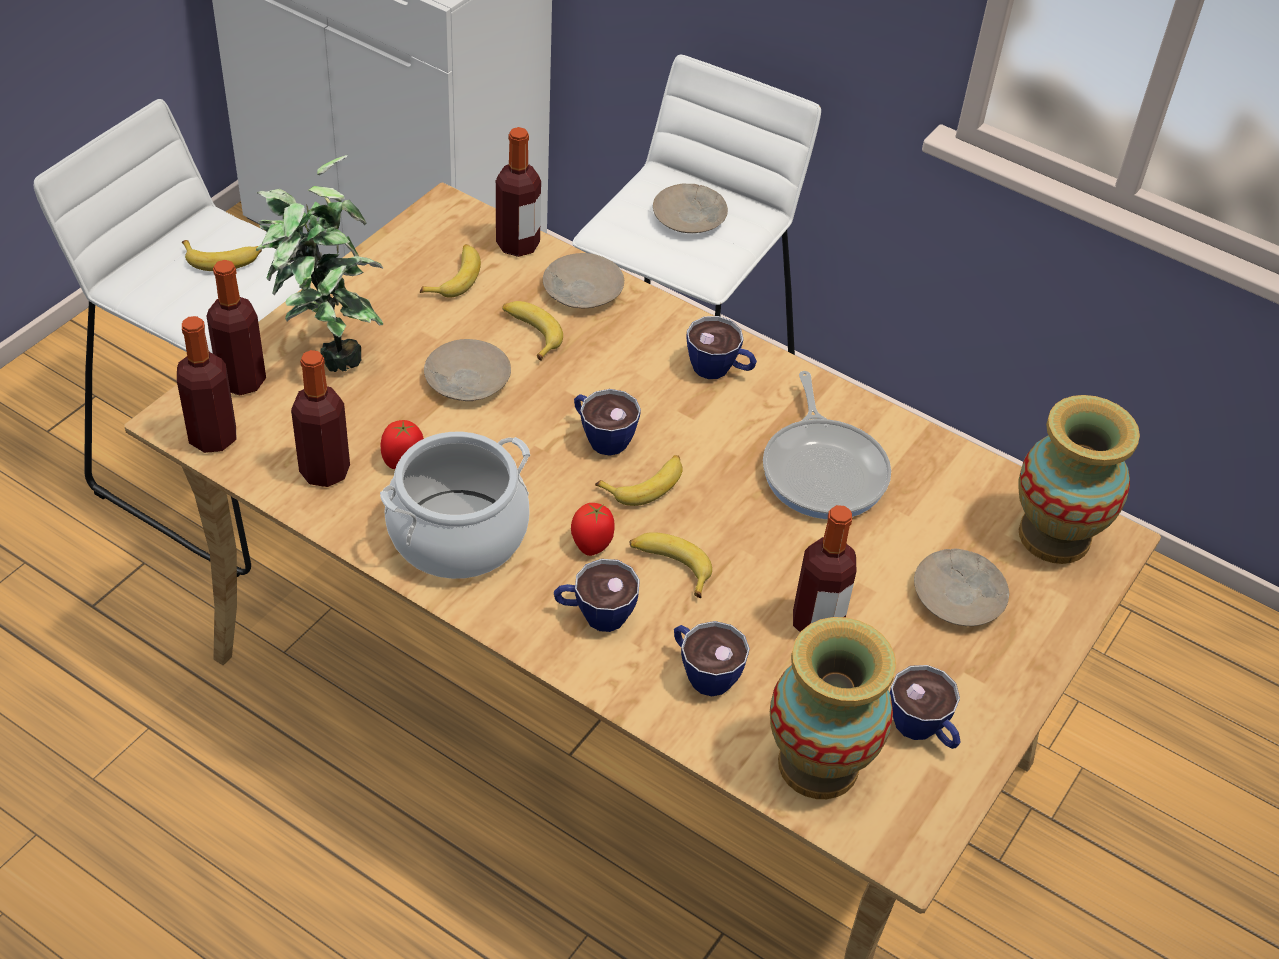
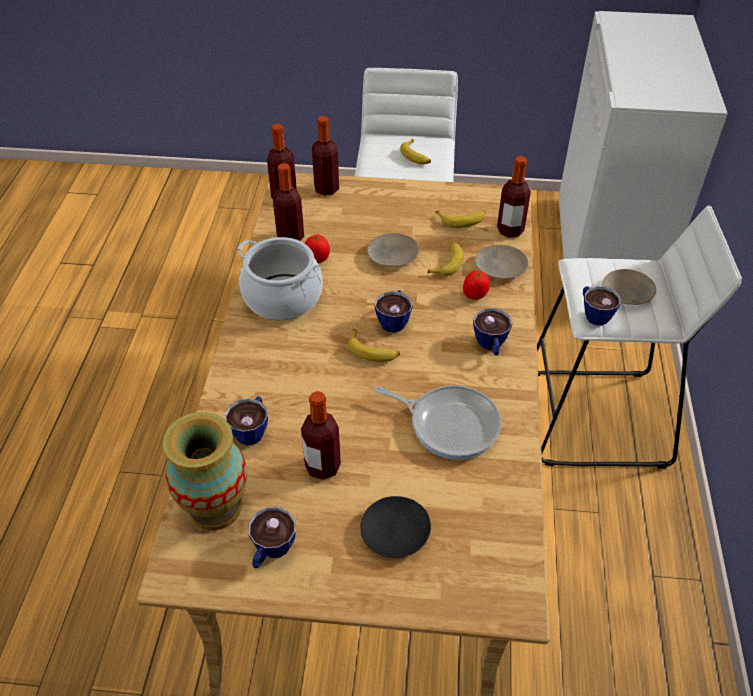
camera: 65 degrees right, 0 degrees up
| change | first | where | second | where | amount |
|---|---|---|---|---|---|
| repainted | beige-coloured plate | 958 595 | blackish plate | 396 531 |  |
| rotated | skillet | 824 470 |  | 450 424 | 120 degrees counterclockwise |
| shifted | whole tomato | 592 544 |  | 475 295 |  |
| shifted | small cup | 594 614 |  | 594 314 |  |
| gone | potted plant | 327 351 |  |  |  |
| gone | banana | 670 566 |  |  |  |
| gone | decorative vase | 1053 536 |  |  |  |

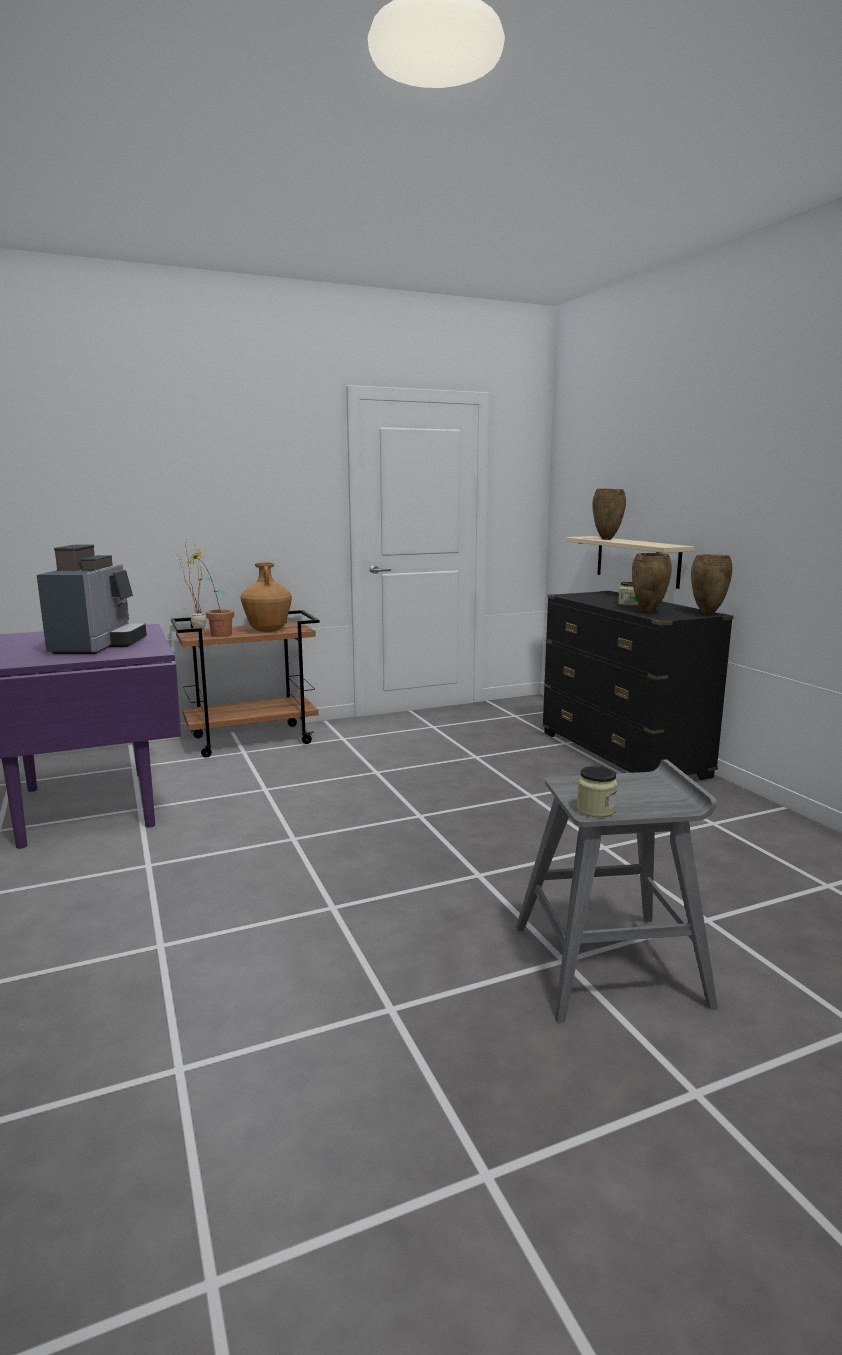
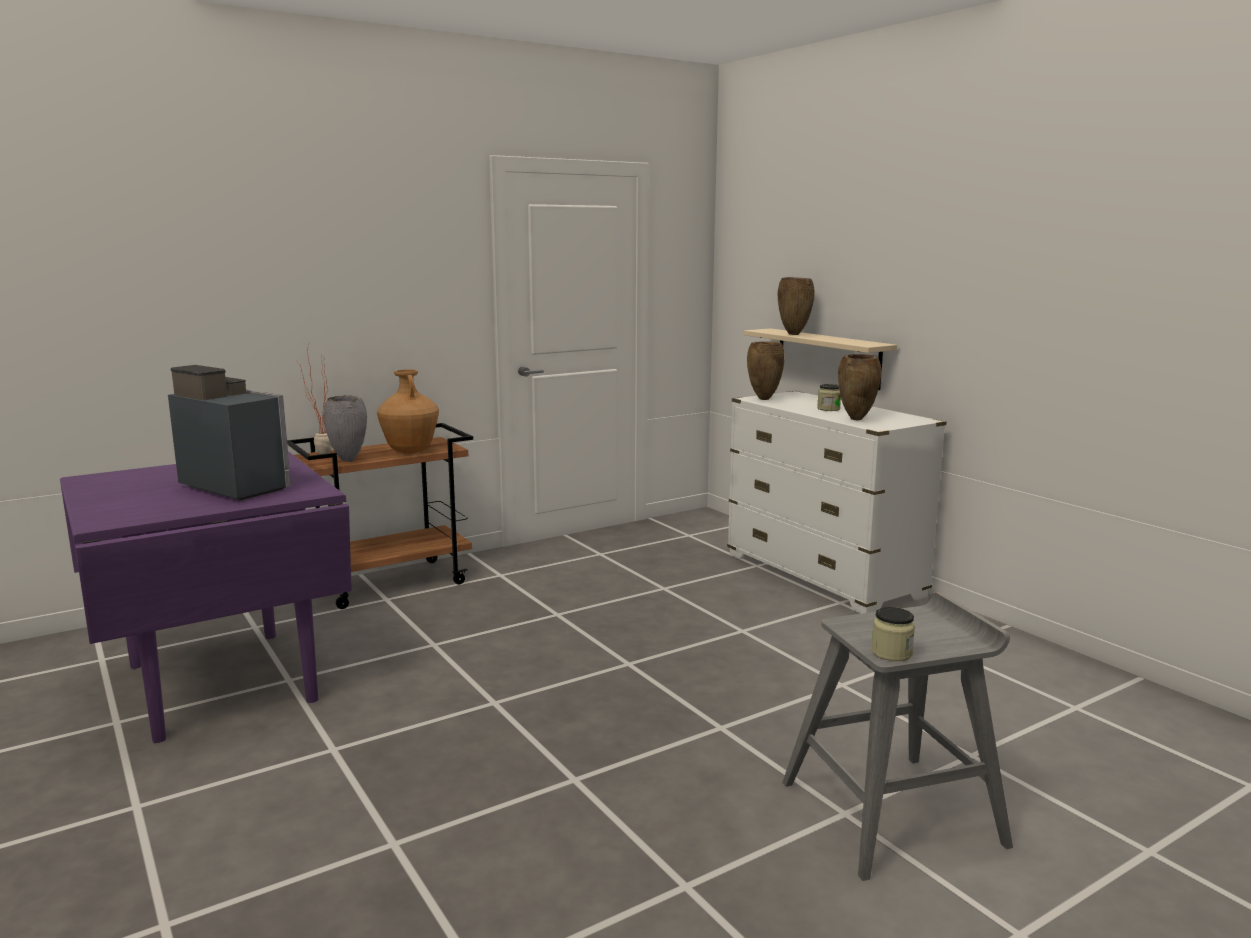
camera: 10 degrees left, 0 degrees up
| change | first | where | second | where | amount |
|---|---|---|---|---|---|
| rotated | coffee maker | 98 645 |  | 238 485 | 45 degrees counterclockwise |
| swapped | potted plant | 215 635 | grey decorative vase | 349 460 |  |
| repainted | blackish drawer chest | 622 755 | whitish drawer chest | 823 576 |  |
| shifted | brown decorative vase | 706 614 |  | 763 399 |  |

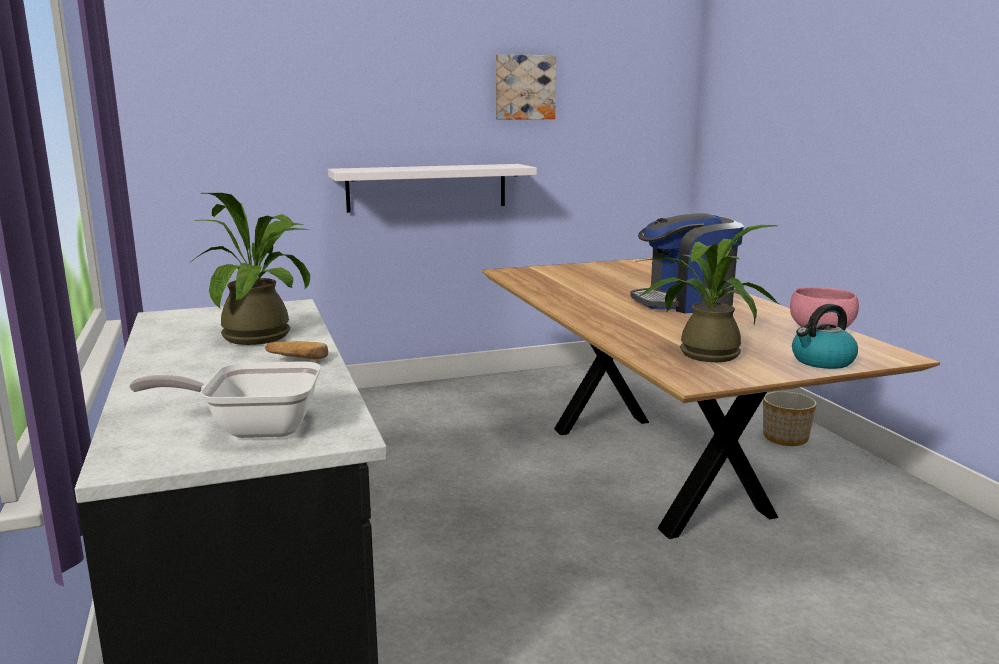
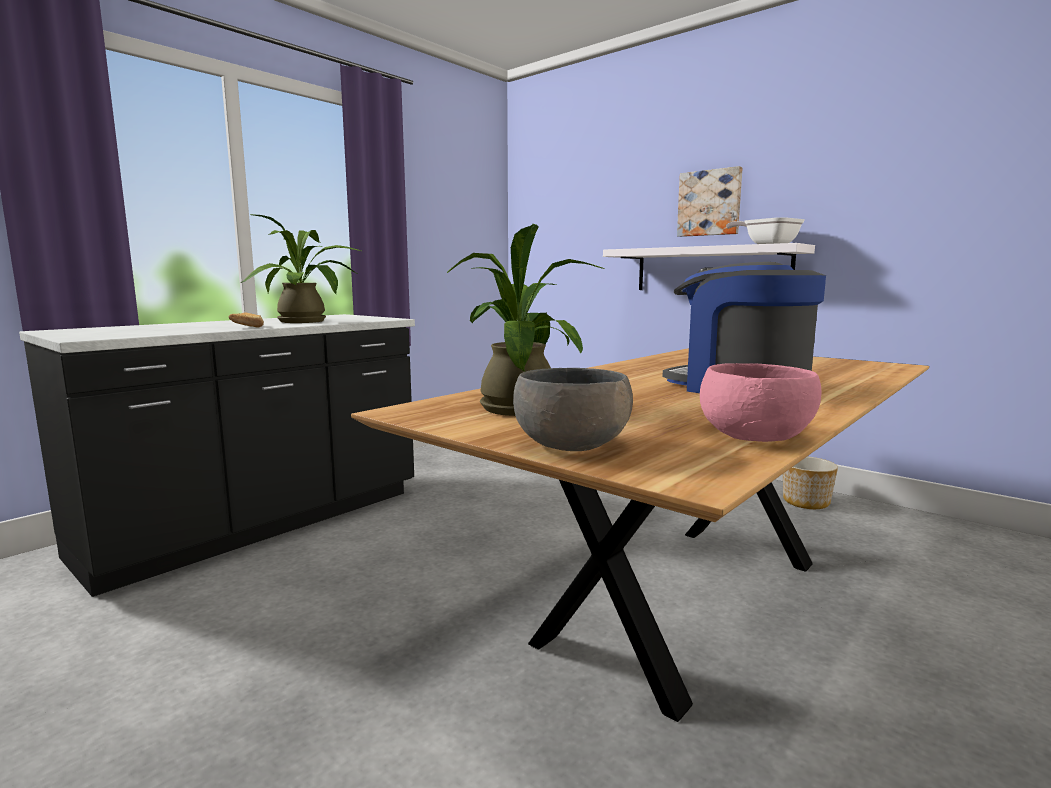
camera: 60 degrees right, 5 degrees down
| change | first | where | second | where | amount |
|---|---|---|---|---|---|
| swapped | kettle | 822 361 | grey bowl | 572 445 |  |
| shifted | wall picture | 524 87 |  | 710 203 |  |
| shifted | skillet | 253 428 |  | 767 244 |  |
| shifted | flower pot | 785 438 |  | 805 502 |  |

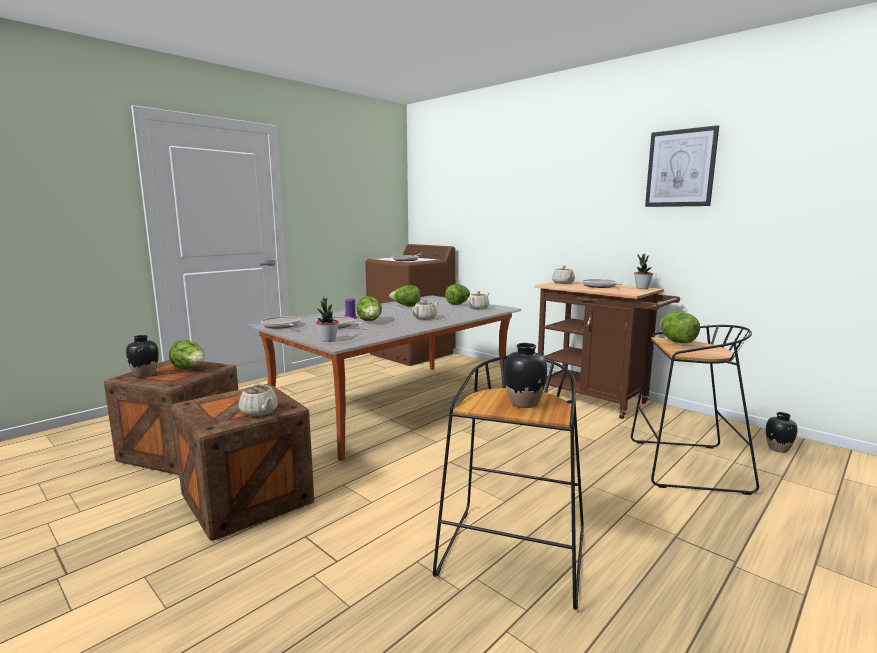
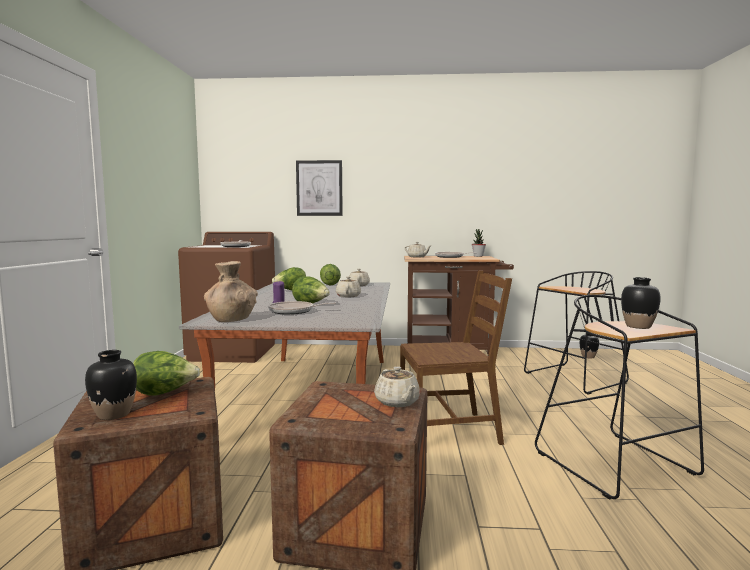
camera: 40 degrees left, 5 degrees down
| change | first | where | second | where | amount |
|---|---|---|---|---|---|
| swapped | skillet | 281 326 | brown decorative vase | 231 320 |  |
| shifted | wall picture | 680 168 |  | 319 188 |  |
| rotated | beige-coloured pot for tea | 259 412 |  | 397 402 | 60 degrees clockwise |
| new |  |  | brown upright chair | 449 430 |  |
| gone | potted plant | 328 340 |  |  |  |
| gone | head of lettuce | 677 341 |  |  |  |

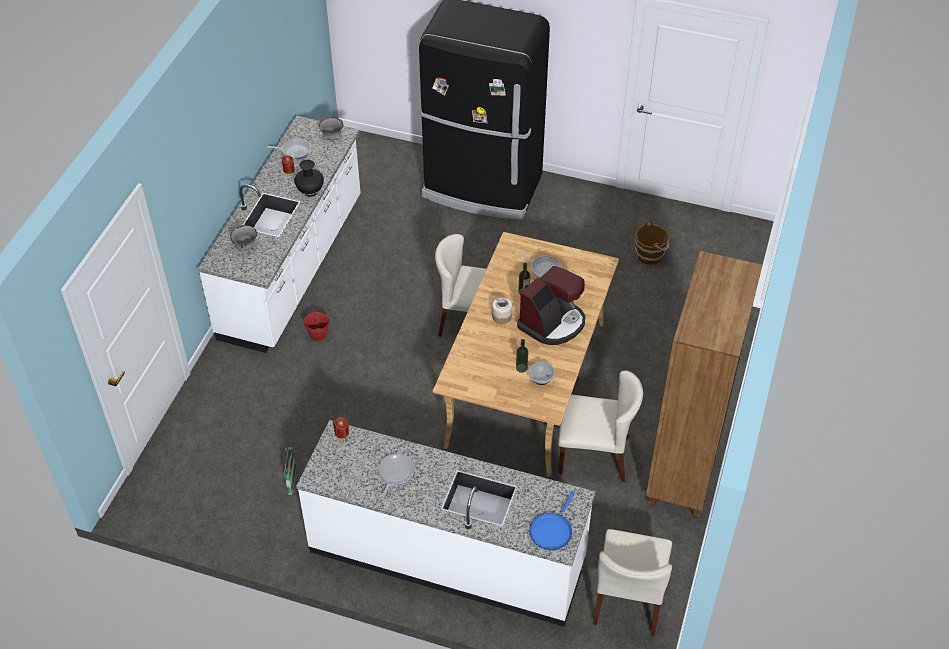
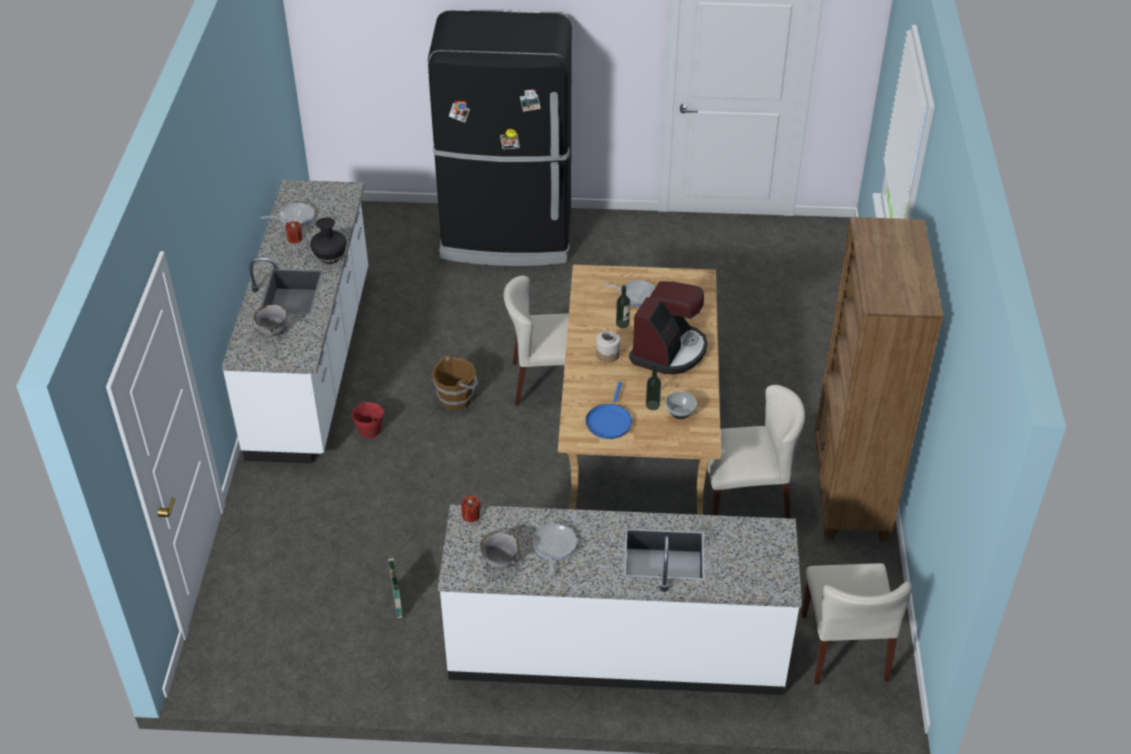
camera: 15 degrees left, 5 degrees down
| change | first | where | second | where | amount |
|---|---|---|---|---|---|
| shifted | brown pail | 650 255 |  | 456 398 |  |
| shifted | grey bowl | 332 138 |  | 500 562 |  |
| shifted | blue skillet | 552 530 |  | 609 421 |  |

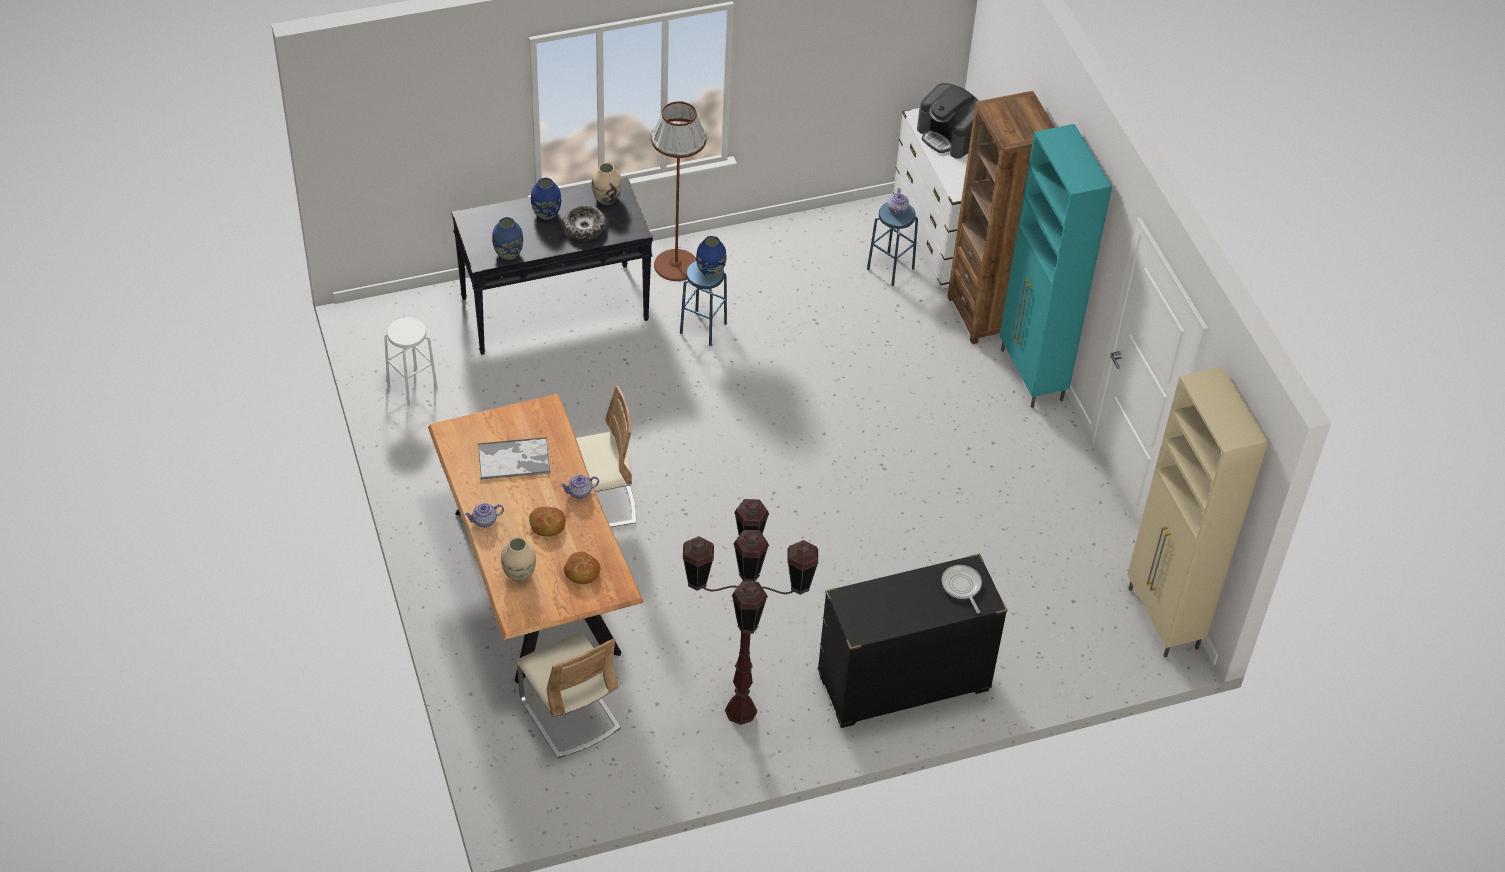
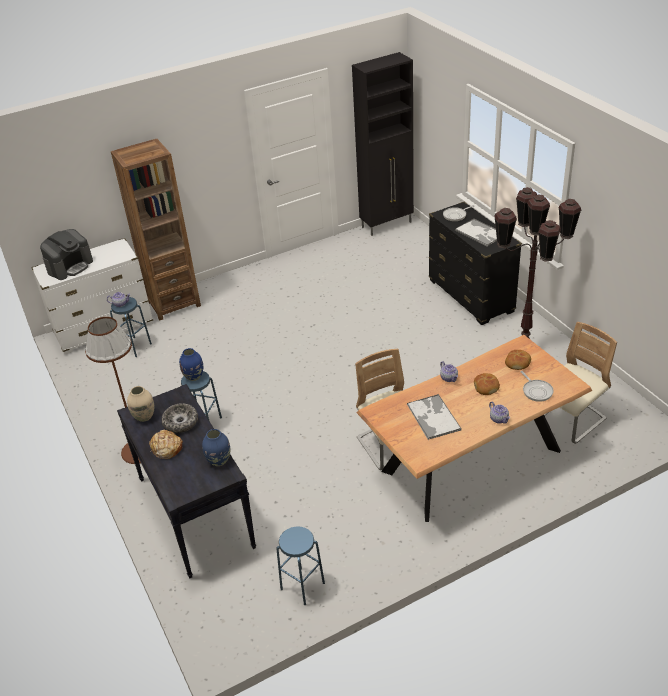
camera: 95 degrees left, 10 degrees down
| change | first | where | second | where | amount |
|---|---|---|---|---|---|
| swapped | blue decorative vase | 546 214 | bakery bread | 166 448 |  |
| repainted | whitish sitting stool | 412 386 | blue sitting stool | 302 586 |  |
| repainted | beige-coloured cupboard | 1162 620 | blackish cupboard | 387 224 |  |
| new |  |  | carrying tray | 480 233 |  |
| swapped | beige-coloured decorative vase | 519 574 | skillet | 536 391 |  |
| gone | turquoise cupboard | 1031 376 |  |  |  |

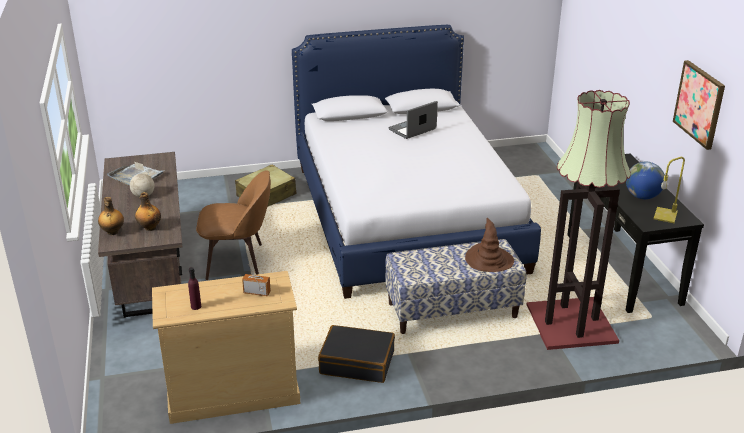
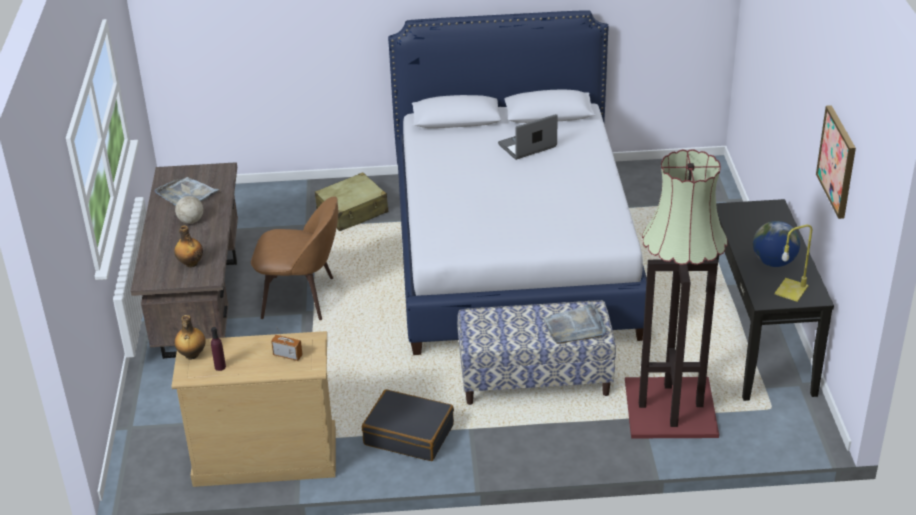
camera: 10 degrees right, 5 degrees up
| change | first | where | second | where | amount |
|---|---|---|---|---|---|
| shifted | drink bottle | 112 232 |  | 192 355 |  |
| swapped | brown wearable hat | 489 260 | grey carrying tray | 575 327 |  |

